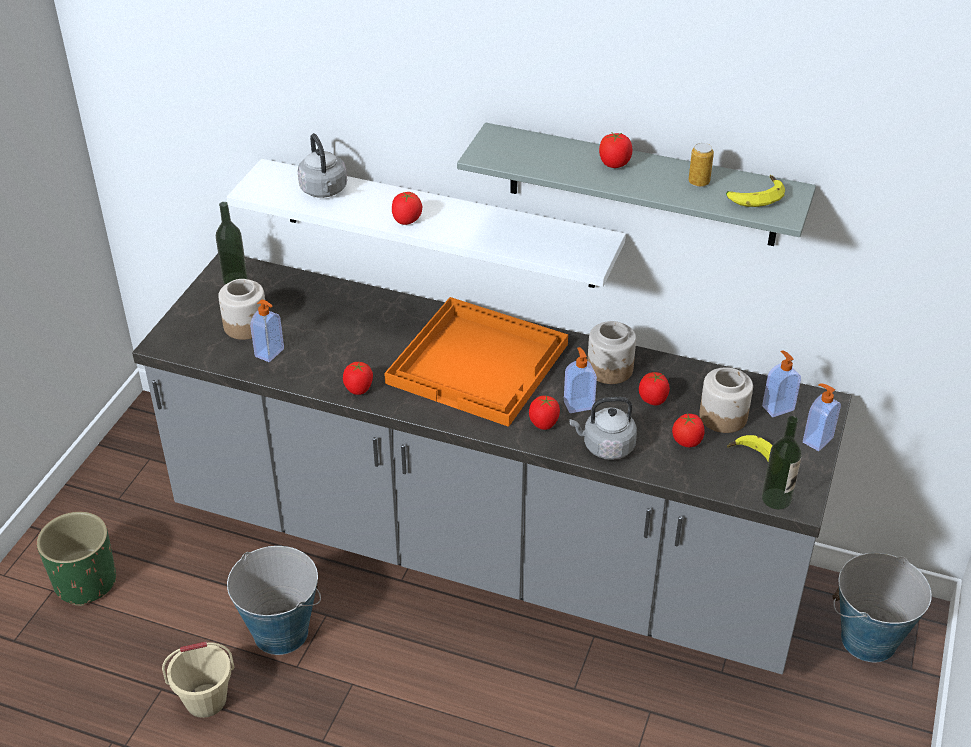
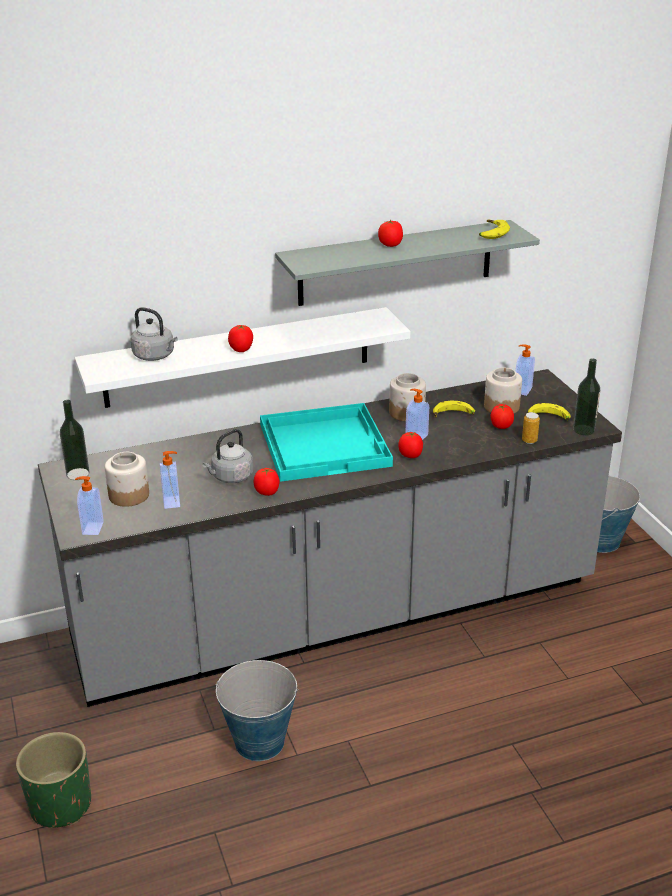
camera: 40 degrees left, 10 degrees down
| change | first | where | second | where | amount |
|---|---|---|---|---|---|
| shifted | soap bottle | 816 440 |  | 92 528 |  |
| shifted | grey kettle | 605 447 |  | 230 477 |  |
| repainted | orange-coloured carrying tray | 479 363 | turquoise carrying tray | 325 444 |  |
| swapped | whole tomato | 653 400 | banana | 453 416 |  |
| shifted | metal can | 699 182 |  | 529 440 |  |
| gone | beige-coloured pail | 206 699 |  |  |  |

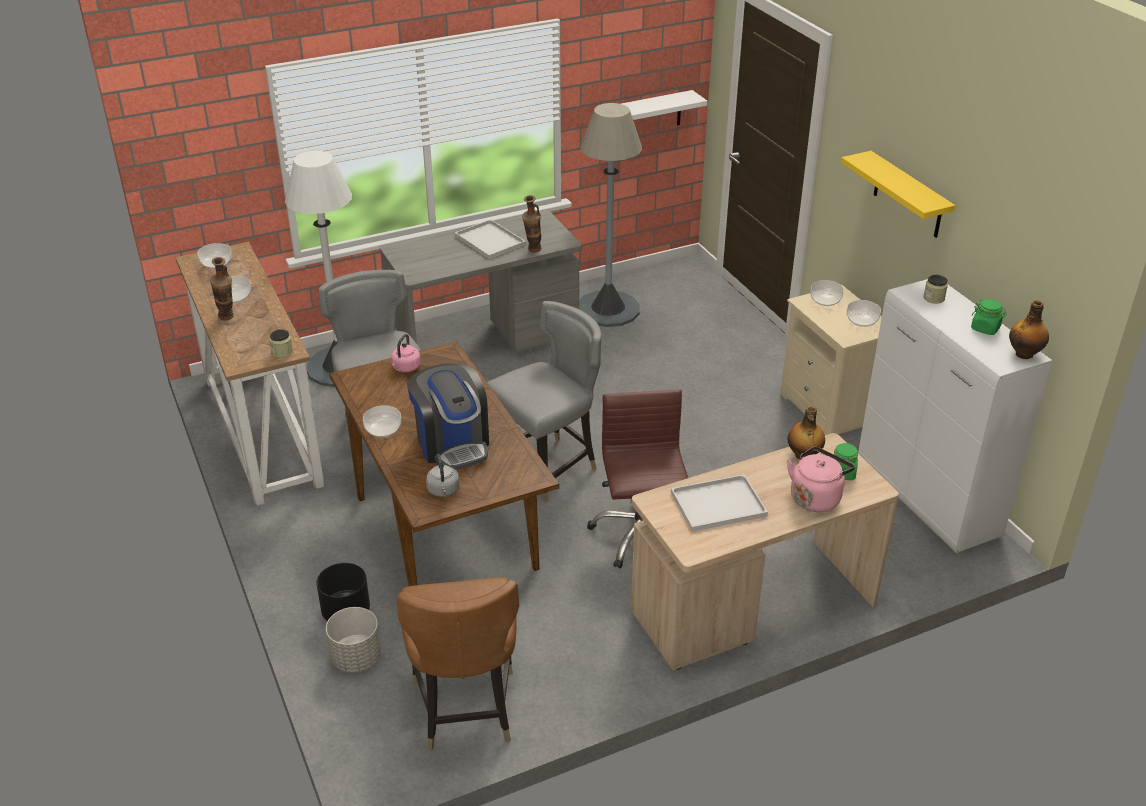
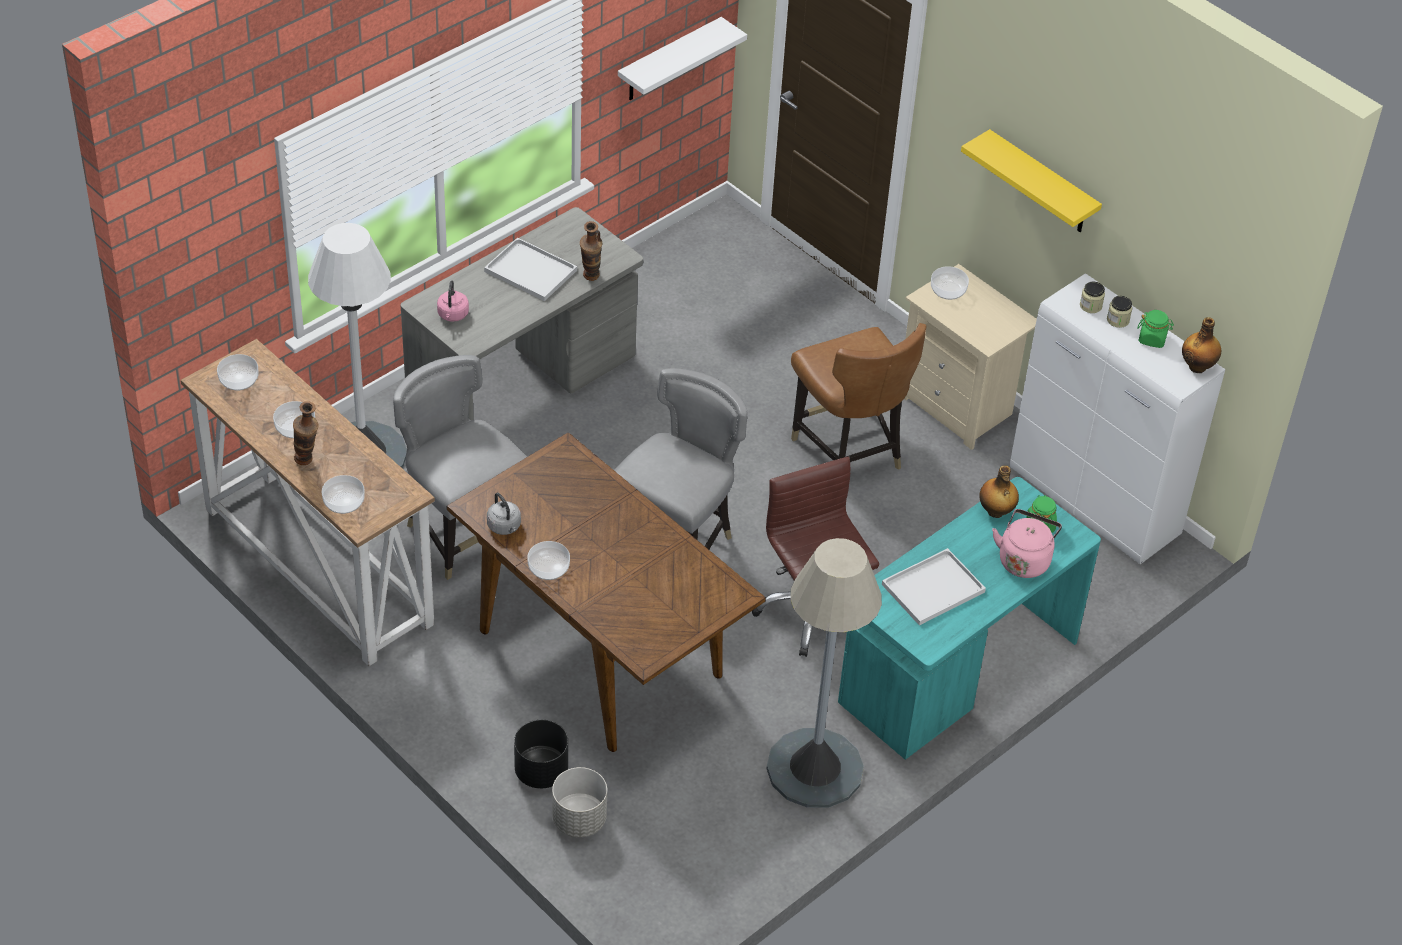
camera: 20 degrees left, 10 degrees up
| change | first | where | second | where | amount |
|---|---|---|---|---|---|
| shifted | bowl | 862 320 |  | 343 503 |  |
| shifted | pinkish kettle | 405 368 |  | 452 315 |  |
| shifted | grey kettle | 443 491 |  | 505 527 |  |
| shifted | grey floor lamp | 608 309 |  | 815 768 |  |
| shifted | brown upright chair | 465 709 |  | 848 451 |  |
| repainted | beige-coloured desk unit | 752 606 | turquoise desk unit | 956 671 |  |
| shifted | jar | 282 352 |  | 1118 320 |  |
| gone | coffee maker | 452 443 |  |  |  |

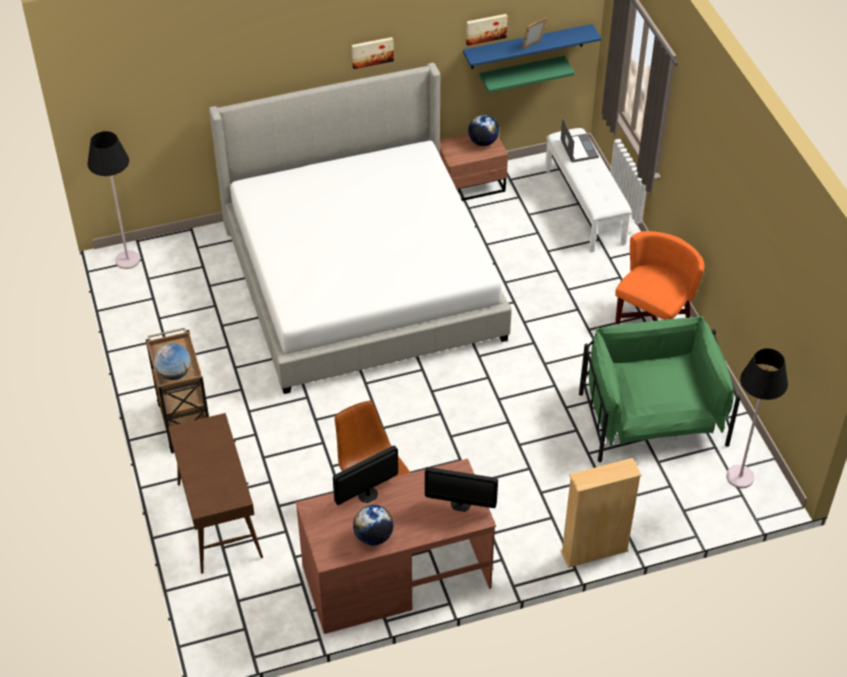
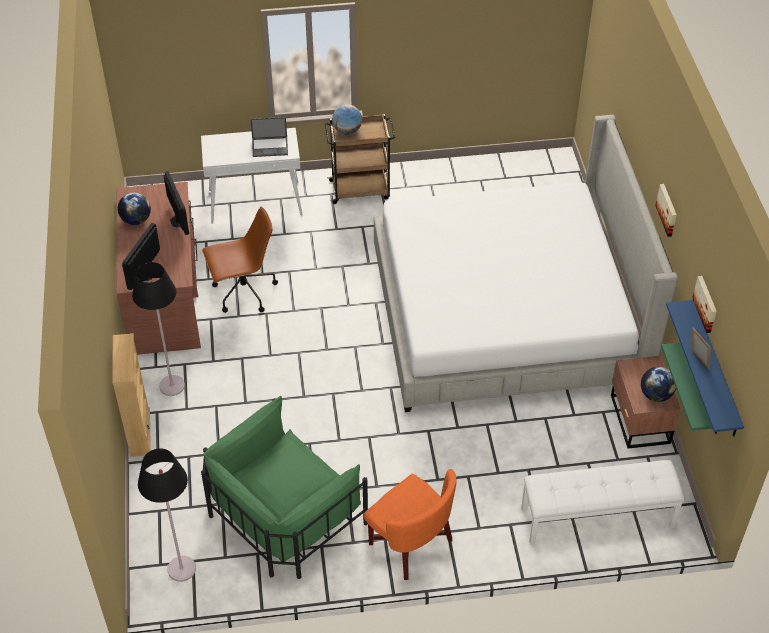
camera: 100 degrees right, 0 degrees up
| change | first | where | second | where | amount |
|---|---|---|---|---|---|
| shifted | blackish floor lamp | 128 260 |  | 171 386 |  |
| repainted | brown narrow table | 219 520 | whitish narrow table | 256 202 |  |
| rotated | green lounge chair | 651 413 |  | 282 512 | 135 degrees clockwise |
| shifted | portable computer | 578 148 |  | 270 146 |  |

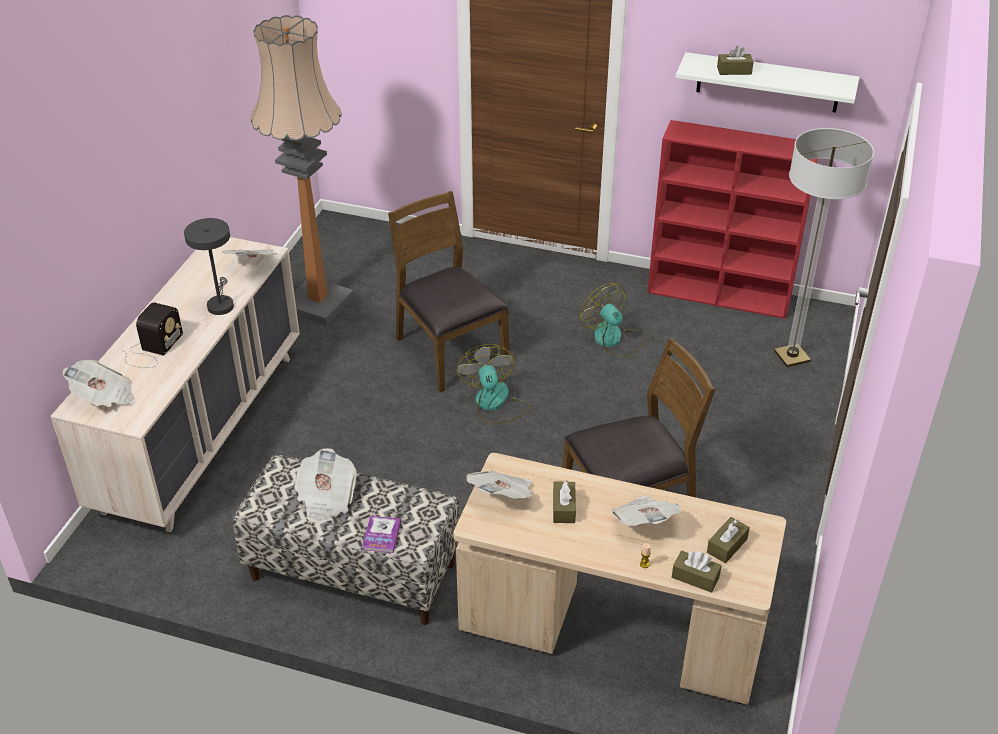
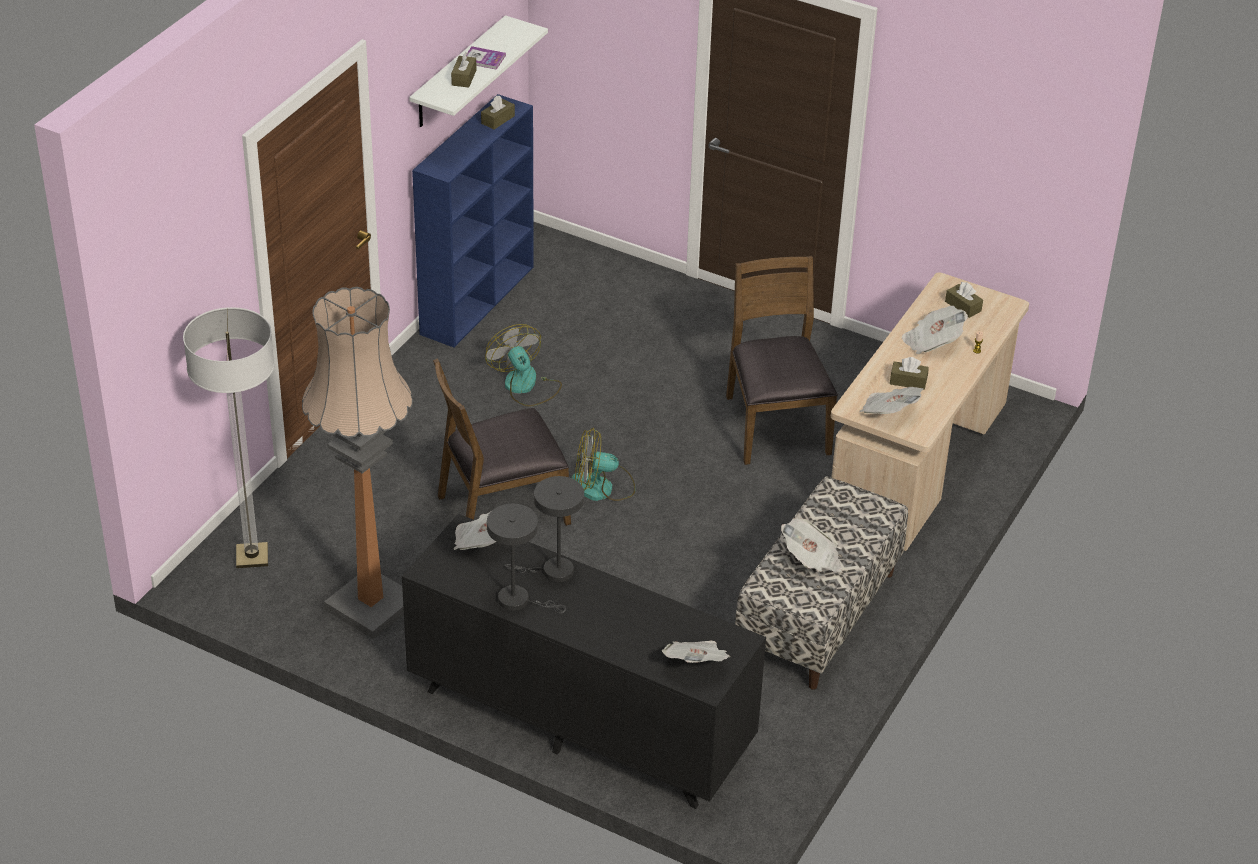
camera: 80 degrees left, 0 degrees up
| change | first | where | second | where | amount |
|---|---|---|---|---|---|
| shifted | floor lamp | 791 357 |  | 252 557 |  |
| repainted | beige-coloured drawer chest | 202 431 | blackish drawer chest | 579 720 |  |
| repainted | red shelving unit | 720 295 | blue shelving unit | 478 299 |  |
| shifted | bound book | 381 535 |  | 483 59 |  |
| shifted | brown tissue holder | 695 577 |  | 498 120 |  |
| rotated | electric fan | 613 339 |  | 525 386 | 90 degrees clockwise |
| new |  |  | grey tabletop lamp | 519 600 |  |
| gone | radio | 152 349 |  |  |  |

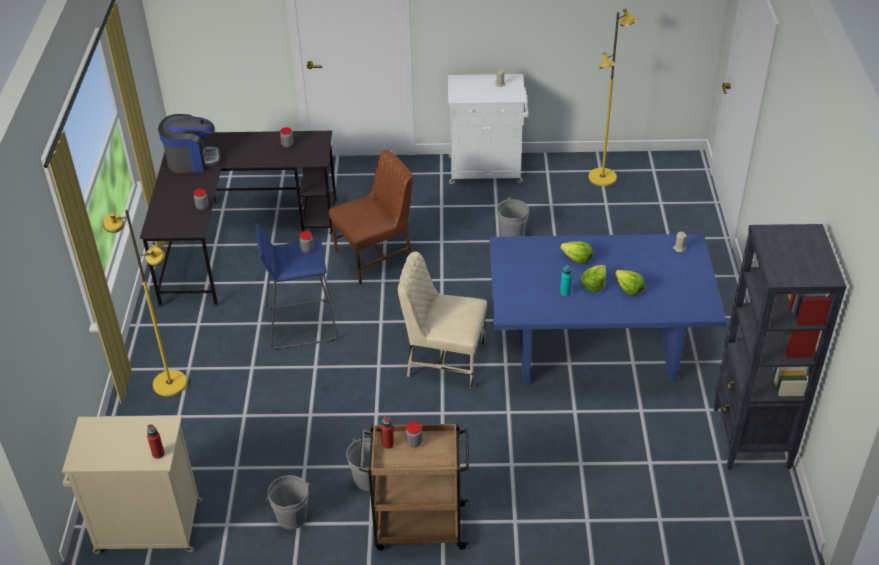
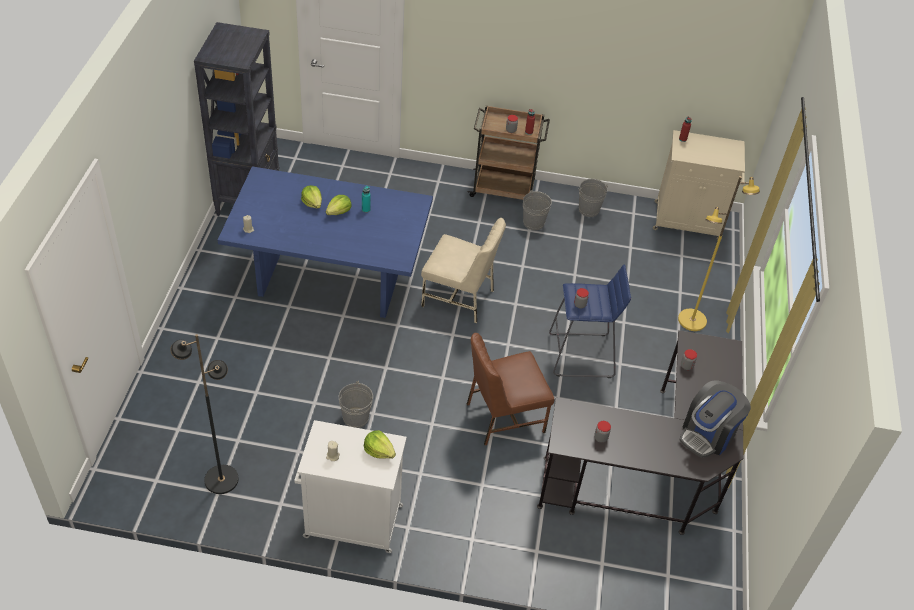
camera: 175 degrees left, 5 degrees up
| change | first | where | second | where | amount |
|---|---|---|---|---|---|
| repainted | yellow floor lamp | 603 178 | blackish floor lamp | 221 479 |  |
| shifted | head of lettuce | 577 259 |  | 379 451 |  |
| rotated | coffee maker | 192 160 |  | 708 434 | 45 degrees counterclockwise |

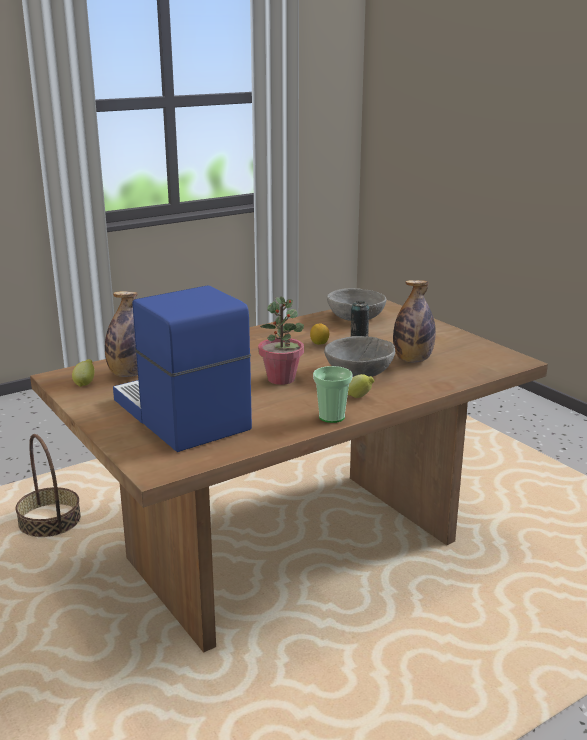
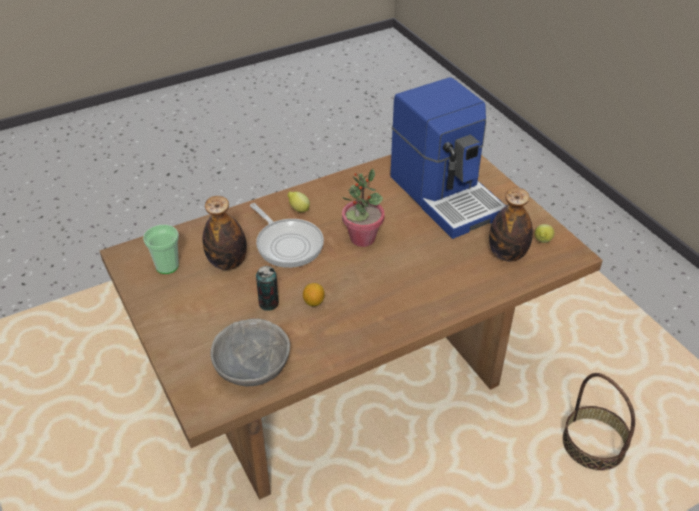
camera: 175 degrees left, 20 degrees up
| change | first | where | second | where | amount |
|---|---|---|---|---|---|
| shifted | small cup | 331 417 |  | 167 266 |  |
| swapped | grey bowl | 359 372 | skillet | 287 244 |  |

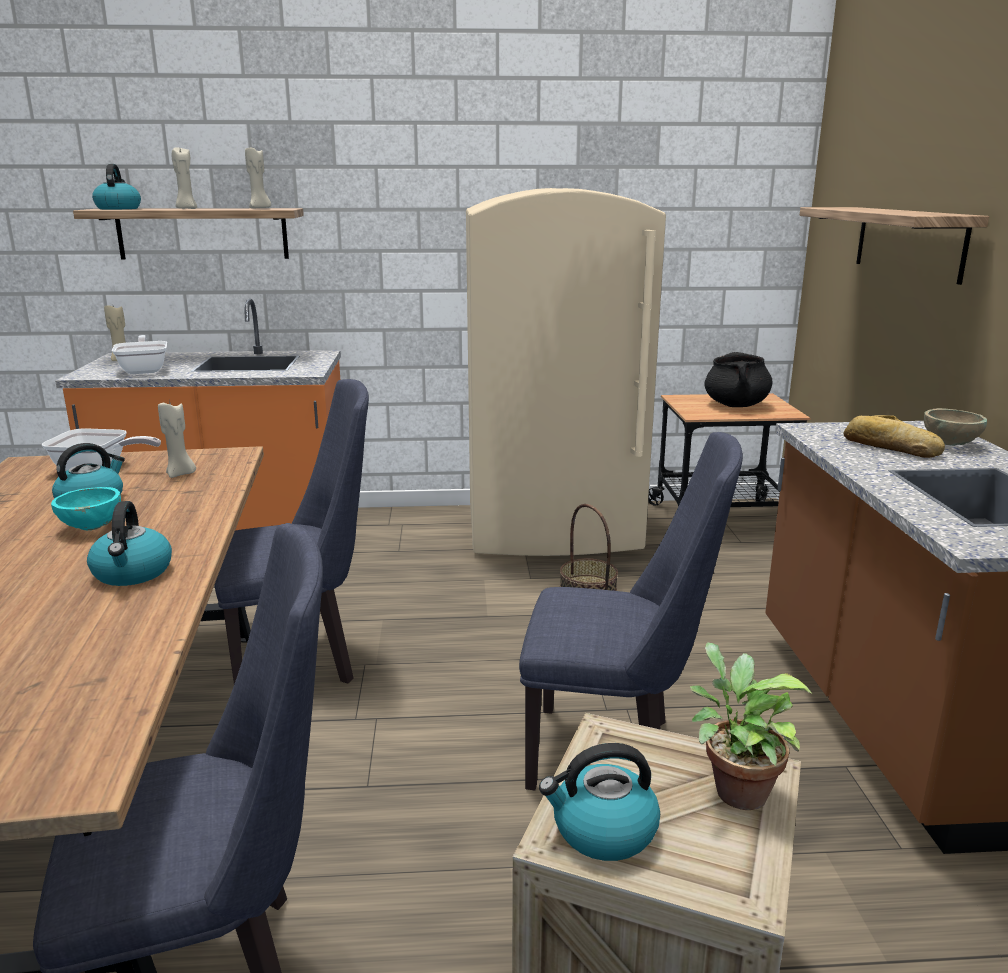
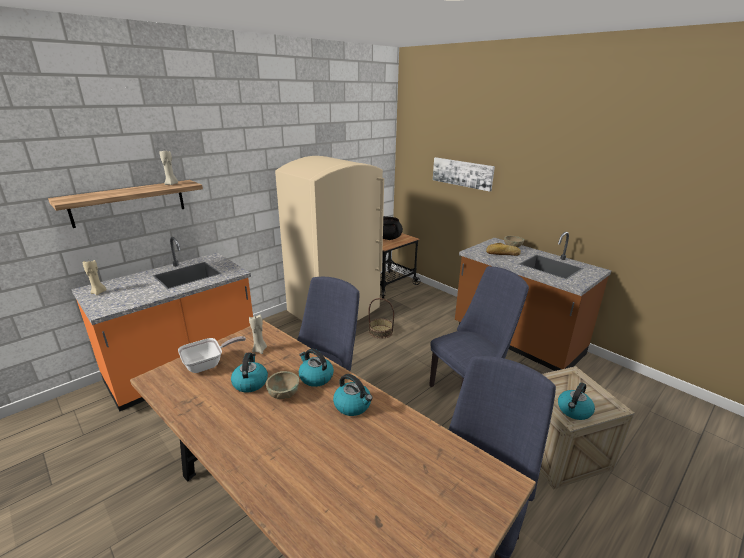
camera: 40 degrees left, 5 degrees up
| change | first | where | second | where | amount |
|---|---|---|---|---|---|
| repainted | turquoise bowl | 90 527 | beige-coloured bowl | 283 395 |  |
| shifted | kettle | 118 208 |  | 315 377 |  |
| swapped | bracket shelf | 908 242 | wall picture | 462 173 |  |
| gone | skillet | 144 370 |  |  |  |
| gone | beige-coloured wax light | 186 209 |  |  |  |
| gone | potted plant | 734 789 |  |  |  |

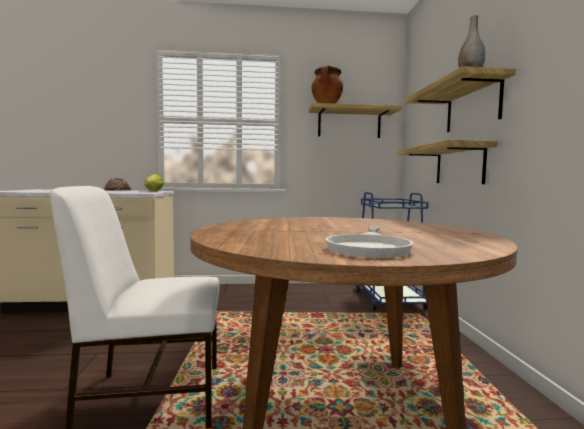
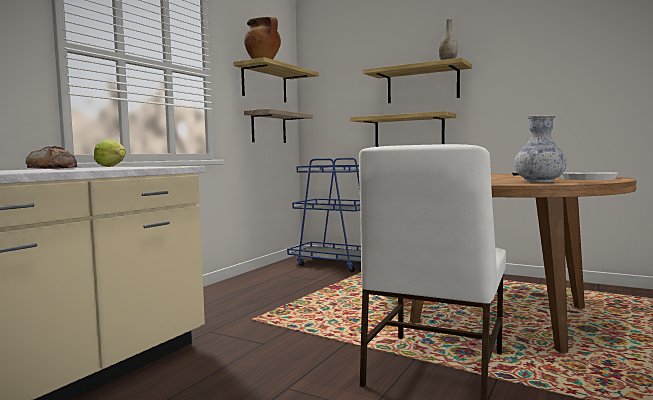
camera: 55 degrees left, 0 degrees up
| change | first | where | second | where | amount |
|---|---|---|---|---|---|
| new |  |  | bracket shelf | 268 128 |  |
| new |  |  | decorative vase | 539 181 |  |

